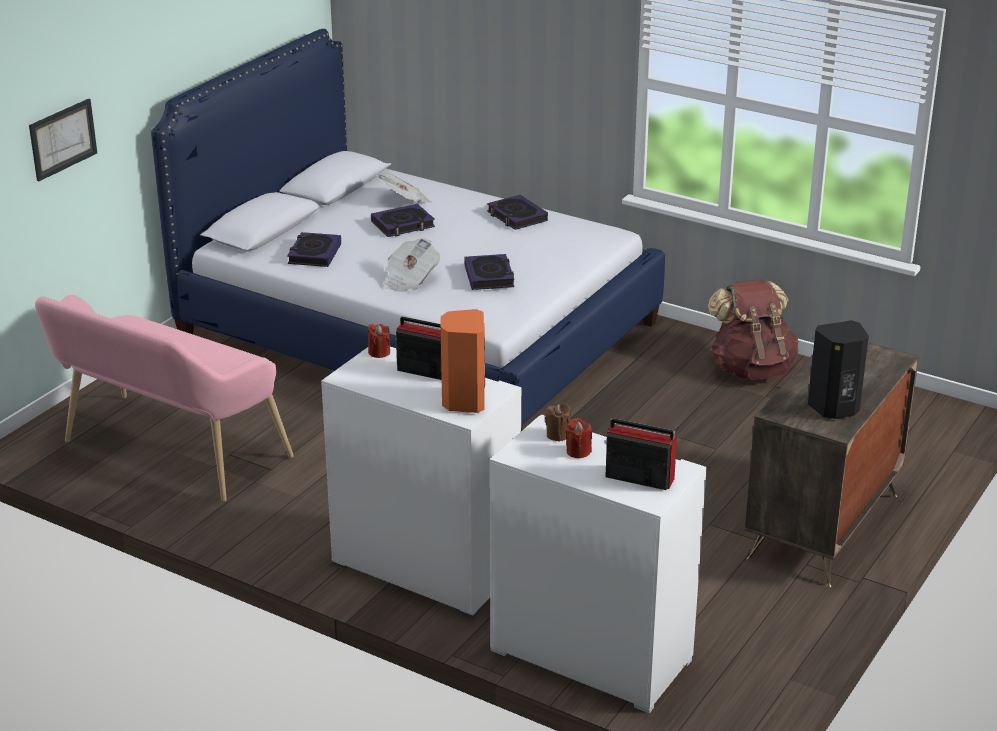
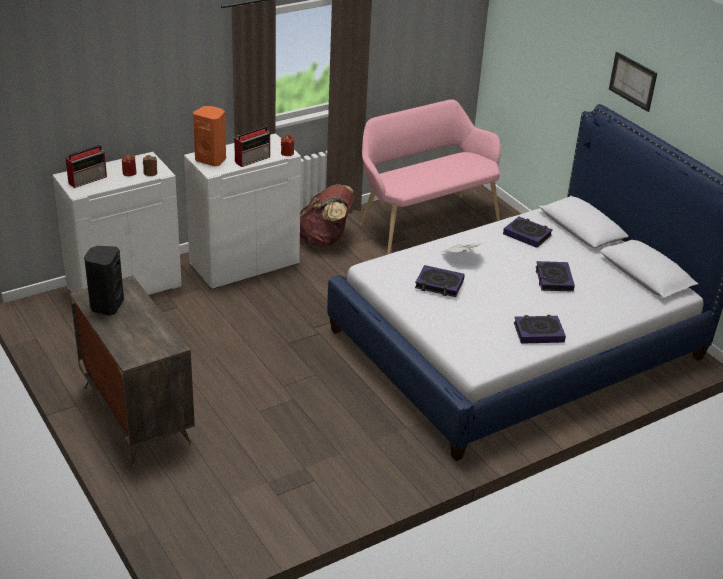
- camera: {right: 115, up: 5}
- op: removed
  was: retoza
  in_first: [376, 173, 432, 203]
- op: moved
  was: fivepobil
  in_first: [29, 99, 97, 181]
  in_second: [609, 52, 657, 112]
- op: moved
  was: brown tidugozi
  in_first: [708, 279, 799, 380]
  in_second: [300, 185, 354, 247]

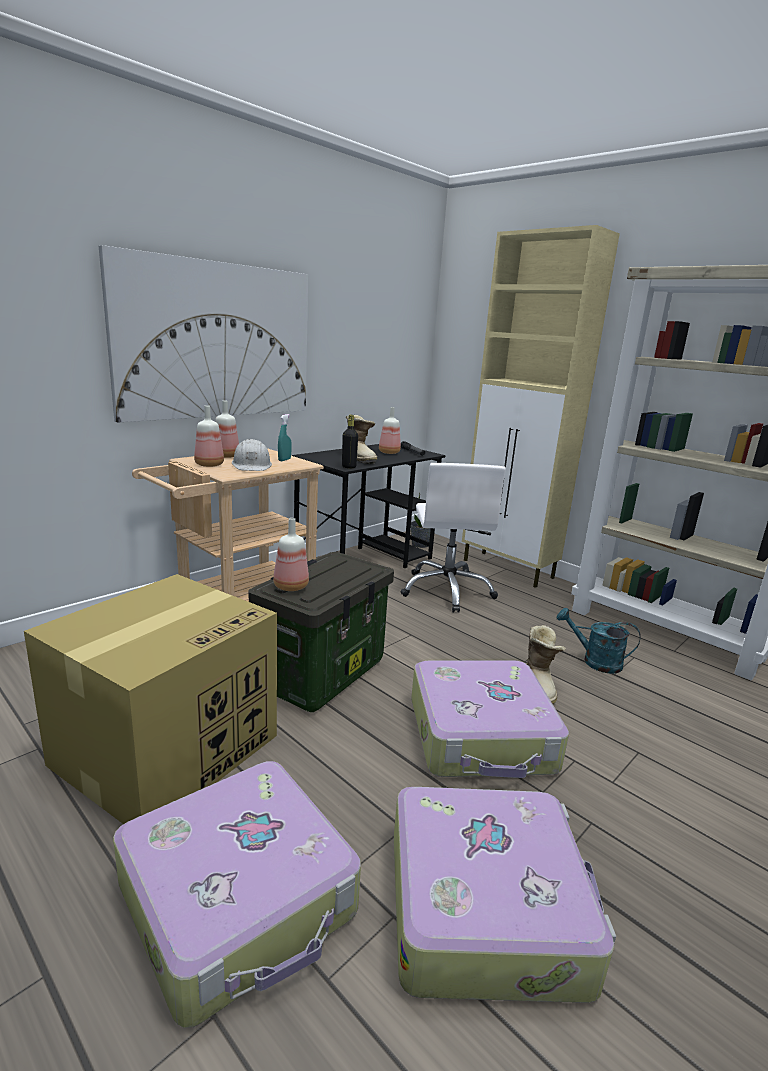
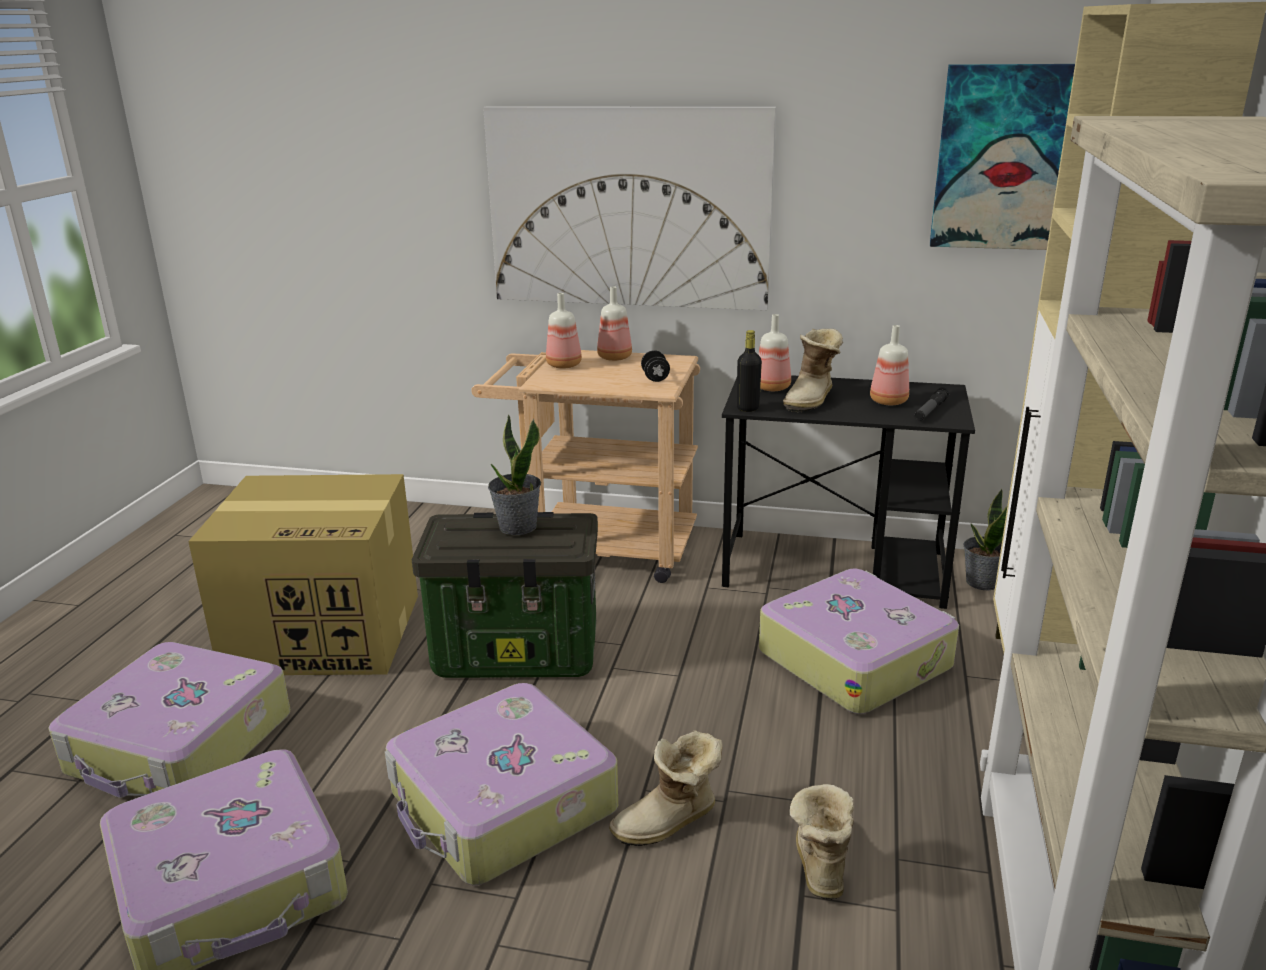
- camera: {right: 60, up: 5}
- op: removed
  was: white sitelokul
  in_first: [232, 439, 272, 471]
- op: added
  now: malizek
  in_second: [488, 414, 541, 535]
- op: added
  now: fivepobil
  in_second: [930, 64, 1075, 250]
- op: moved
  was: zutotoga
  in_first: [273, 518, 309, 591]
  in_second: [758, 314, 791, 391]
- op: replaced
  was: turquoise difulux
  now: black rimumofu
  in_first: [278, 414, 292, 461]
  in_second: [641, 350, 670, 382]
- op: replaced
  was: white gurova
  now: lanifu
  in_first: [401, 463, 506, 613]
  in_second: [759, 569, 959, 714]
- op: replaced
  was: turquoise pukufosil
  now: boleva
  in_first: [557, 608, 640, 674]
  in_second: [790, 784, 854, 900]

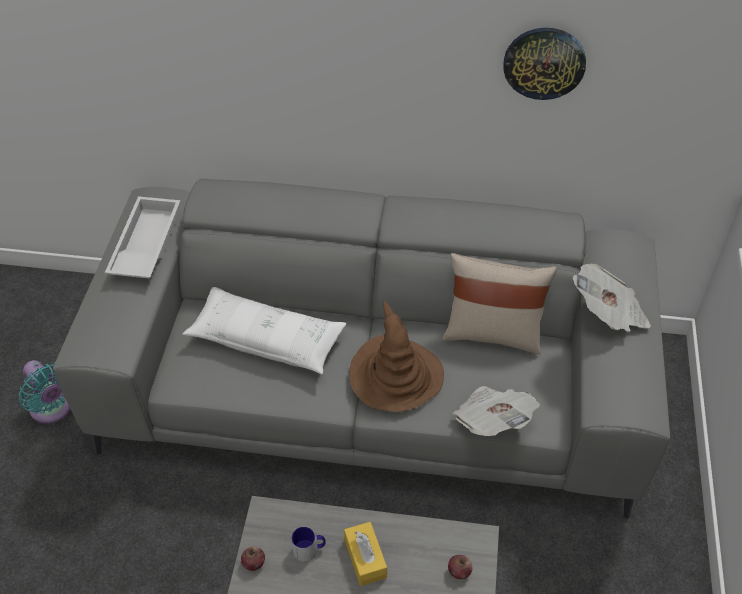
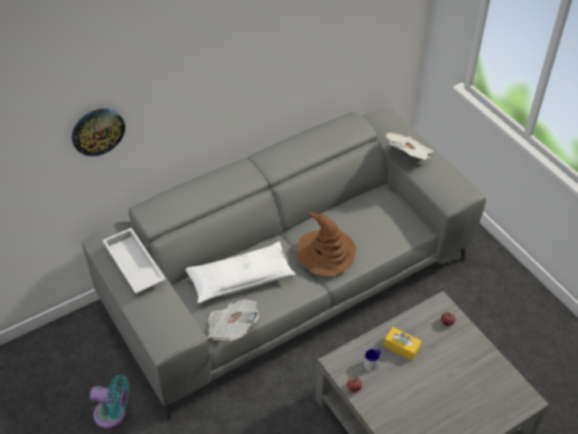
- camera: {right: -40, up: 0}
- op: removed
  was: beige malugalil
  in_first: [442, 253, 557, 355]
- op: moved
  was: retoza
  in_first: [452, 386, 540, 436]
  in_second: [207, 299, 259, 341]
- op: moved
  was: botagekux
  in_first: [504, 28, 586, 100]
  in_second: [72, 109, 125, 156]

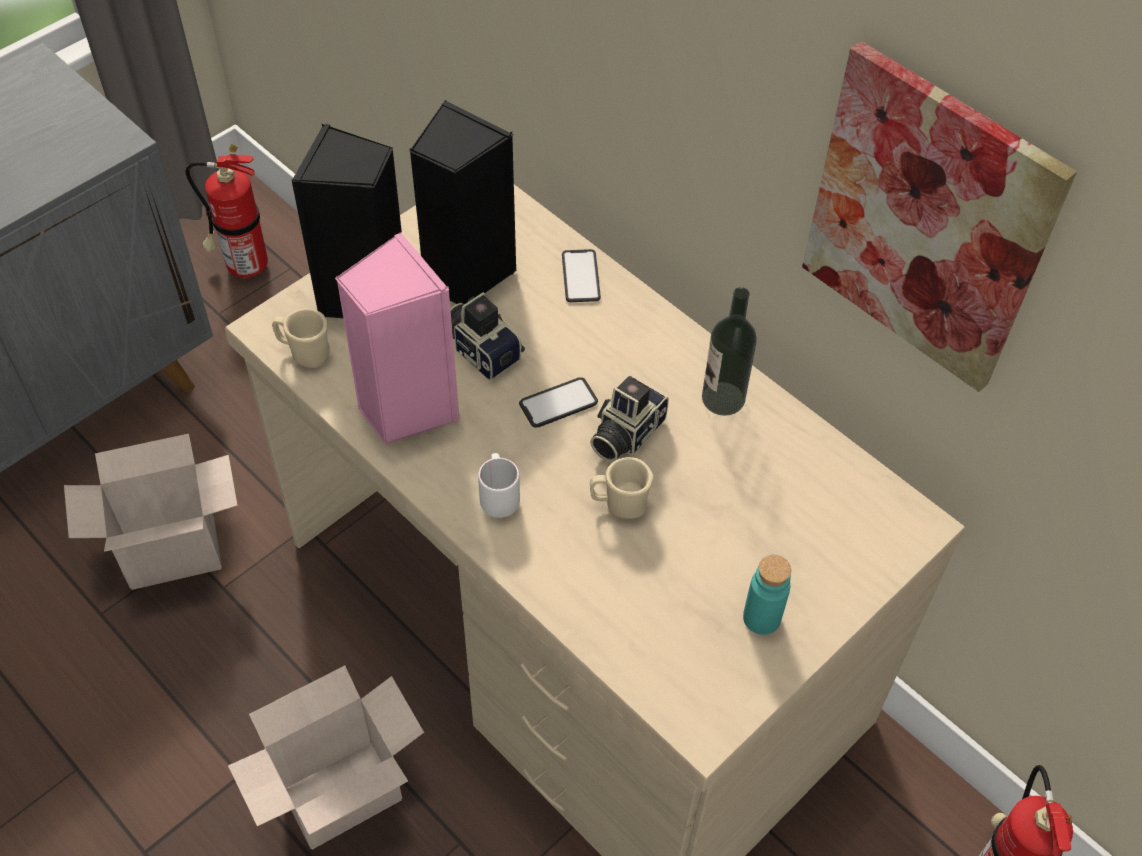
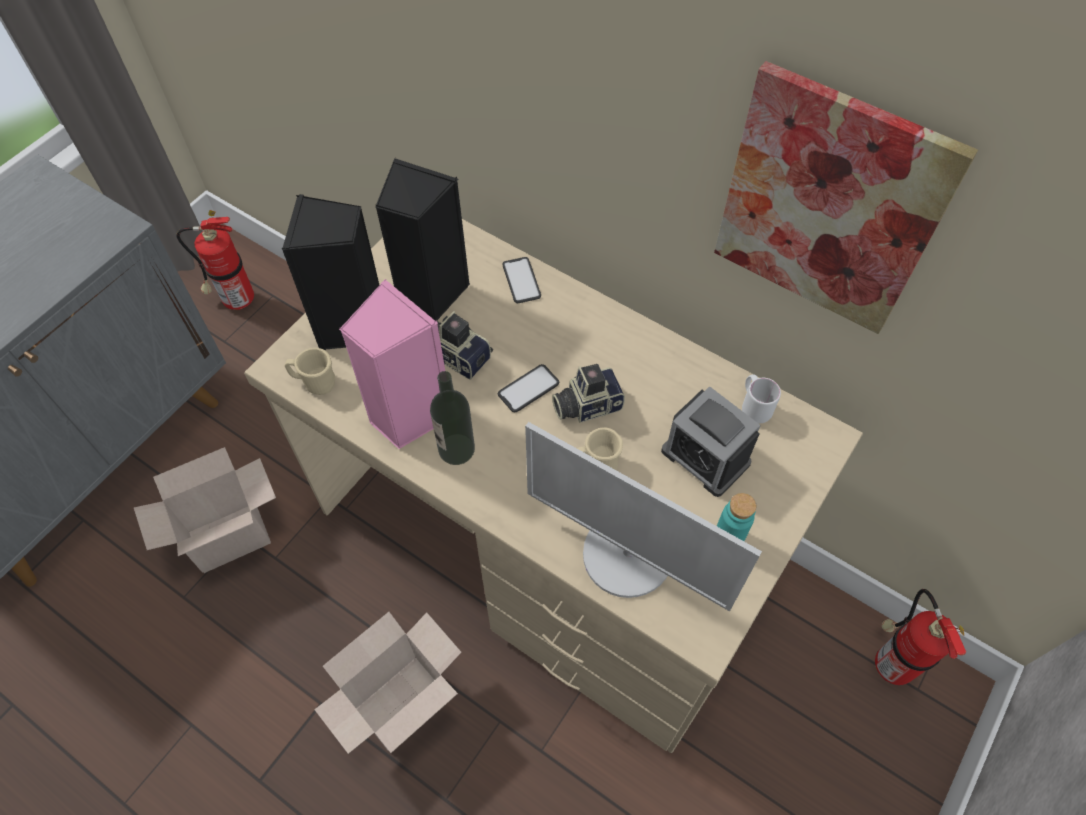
- camera: {right: -10, up: 5}
- op: added
  now: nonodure
  in_second: [525, 422, 762, 612]
- op: added
  now: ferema
  in_second: [661, 386, 761, 497]
- op: moved
  was: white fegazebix
  in_first: [478, 453, 520, 518]
  in_second: [742, 374, 781, 424]
- op: moved
  was: zutotoga
  in_first: [702, 287, 757, 416]
  in_second: [430, 371, 475, 465]
- op: turned
  was: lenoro
  in_first: [590, 376, 669, 462]
  in_second: [552, 364, 625, 423]
  clockwise: 45

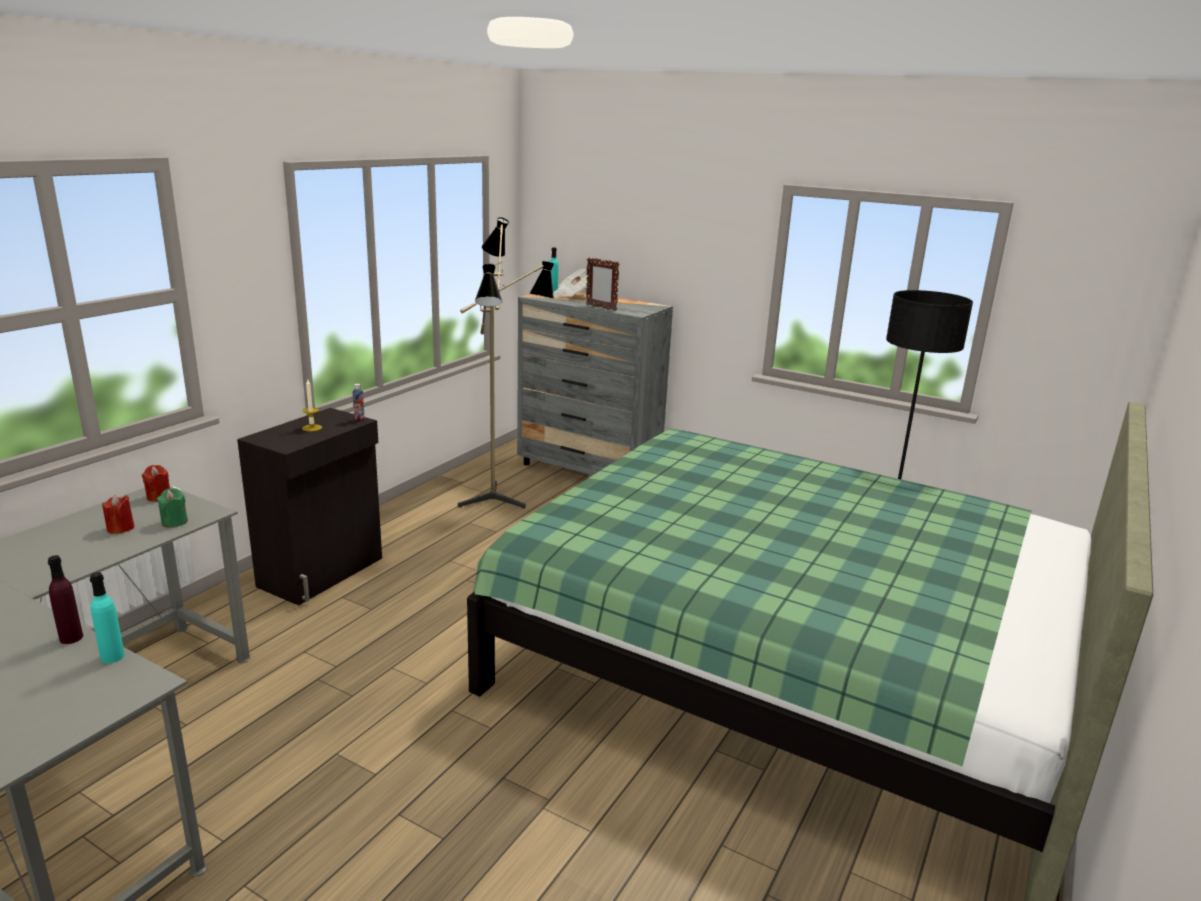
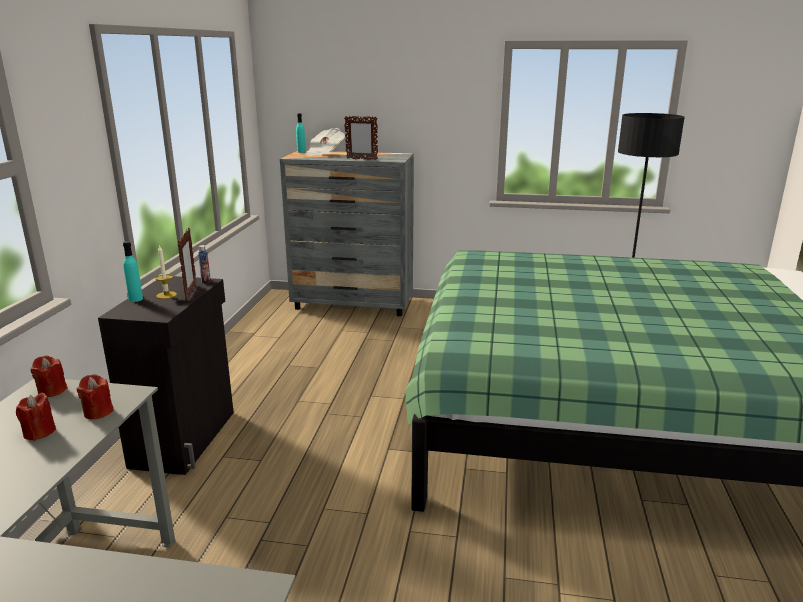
- camera: {right: -20, up: 0}
- op: removed
  was: purple zutotoga
  in_first: [48, 555, 83, 644]
- op: removed
  was: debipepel
  in_first: [458, 217, 554, 509]
- op: added
  now: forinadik
  in_second: [178, 228, 197, 301]
- op: moved
  was: turquoise zutotoga
  in_first: [90, 572, 125, 663]
  in_second: [123, 241, 143, 302]
- op: recoloured
  was: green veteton
  now: red veteton
  in_first: [157, 488, 188, 528]
  in_second: [77, 374, 114, 419]

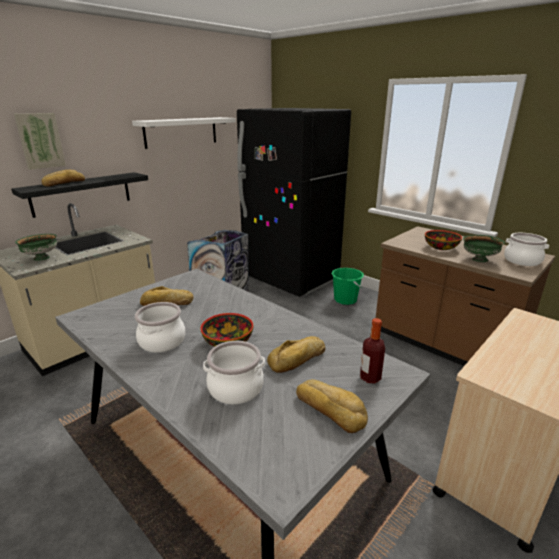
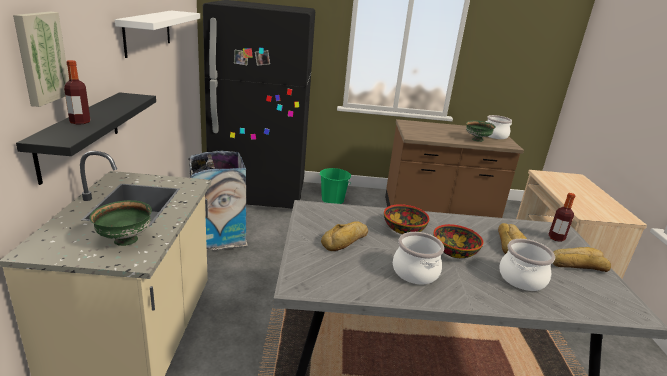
- camera: {right: -45, up: 0}
- op: moved
  was: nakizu
  in_first: [425, 230, 462, 250]
  in_second: [384, 204, 430, 234]
- op: replaced
  was: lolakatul
  now: zutotoga
  in_first: [42, 170, 85, 187]
  in_second: [64, 60, 90, 125]

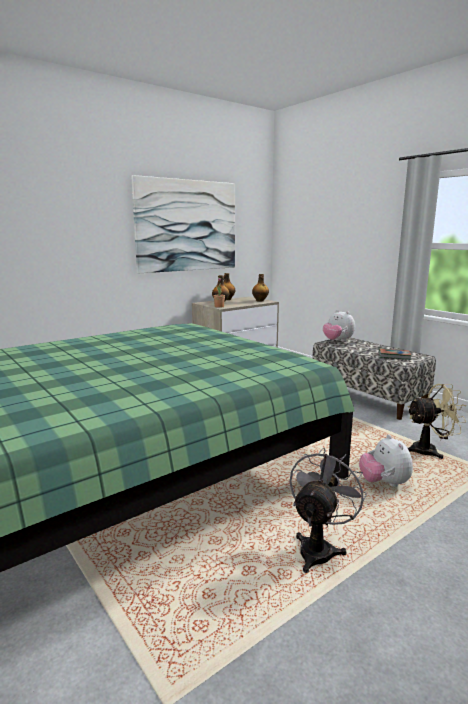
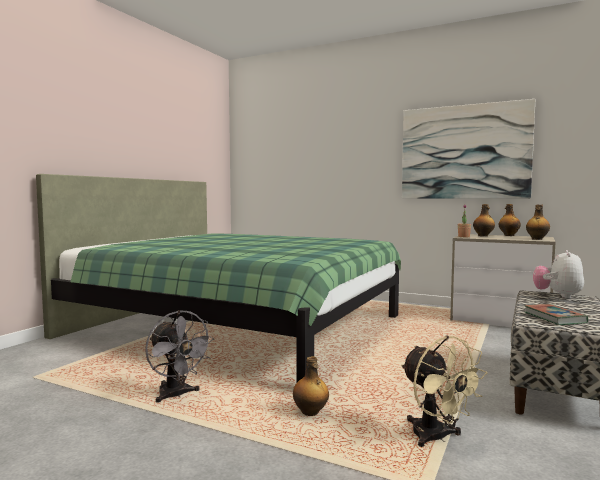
- camera: {right: 65, up: -10}
- op: replaced
  was: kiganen
  now: zutotoga
  in_first: [359, 435, 413, 487]
  in_second: [293, 356, 329, 416]
- op: turned
  was: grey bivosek
  in_first: [289, 447, 367, 573]
  in_second: [145, 310, 215, 403]
  clockwise: 45

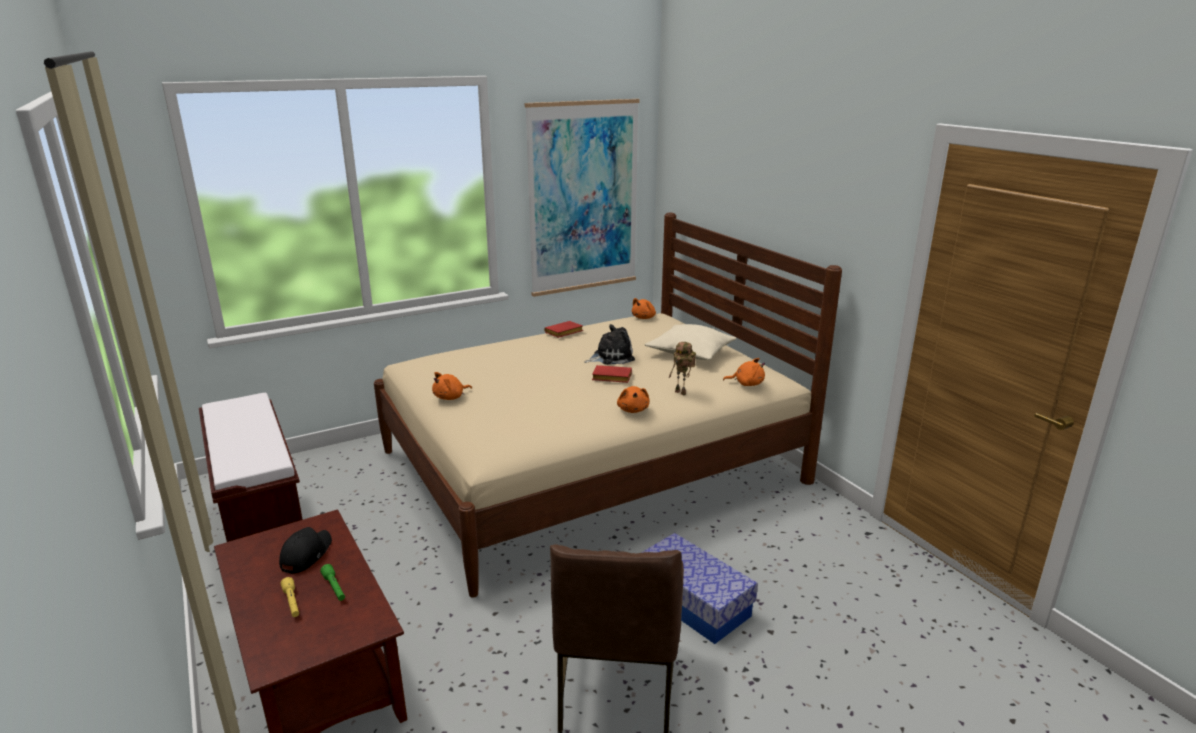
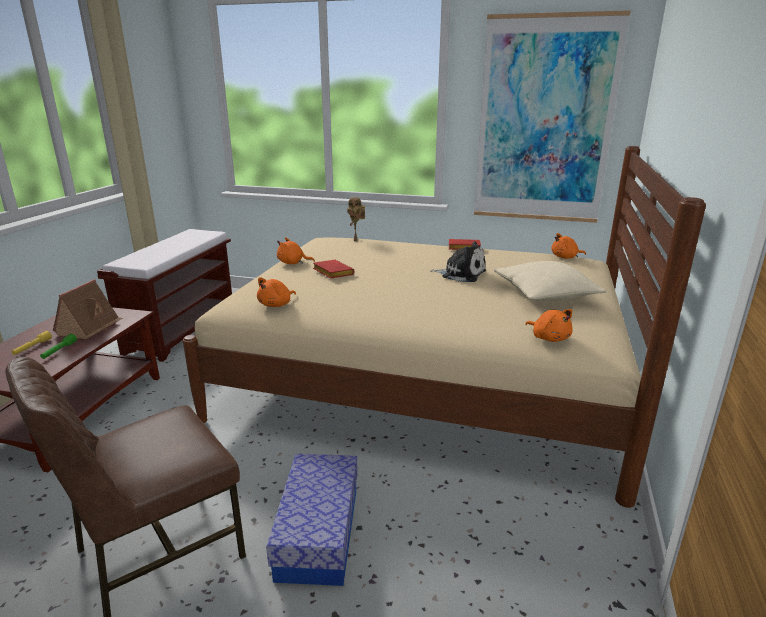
- camera: {right: 45, up: 0}
- op: moved
  was: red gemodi
  in_first: [592, 365, 632, 383]
  in_second: [313, 260, 354, 279]
- op: moved
  was: orange kiganen
  in_first: [617, 386, 650, 413]
  in_second: [257, 277, 296, 307]
- op: moved
  was: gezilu
  in_first: [669, 342, 696, 396]
  in_second: [347, 197, 365, 241]
- op: replaced
  was: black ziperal
  now: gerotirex
  in_first: [279, 527, 332, 574]
  in_second: [53, 279, 122, 339]

